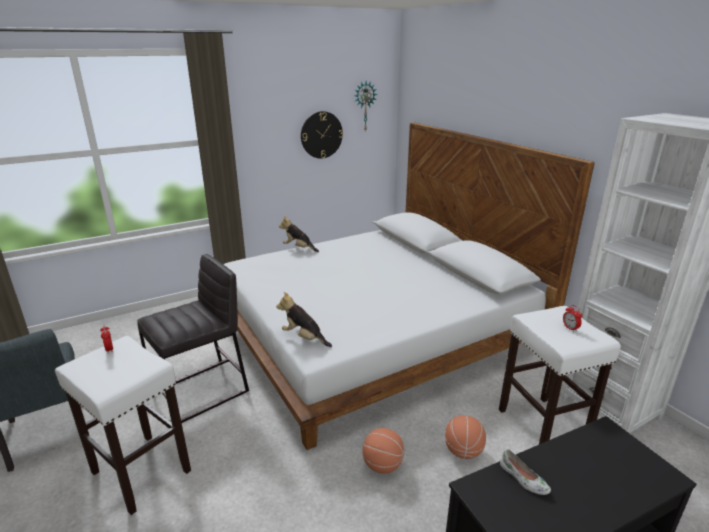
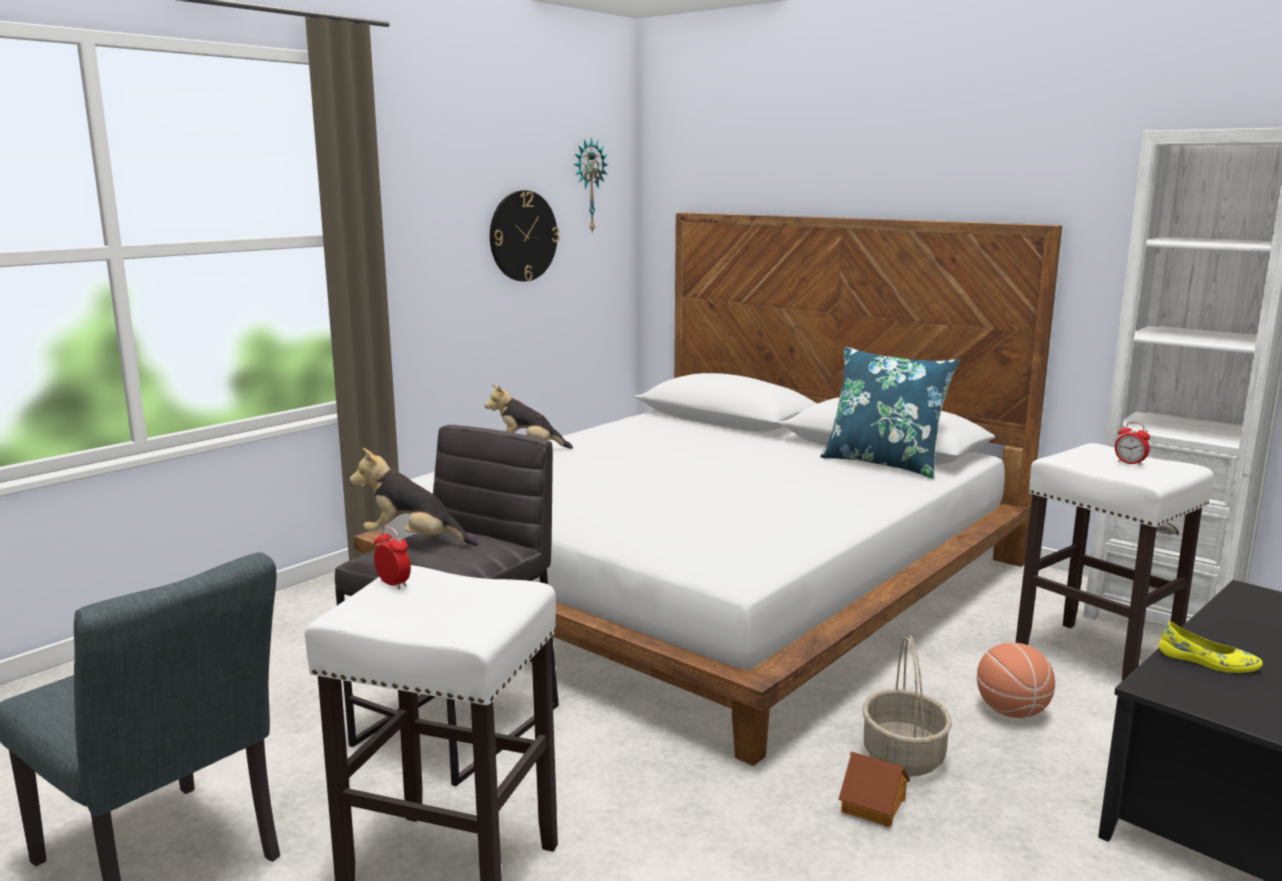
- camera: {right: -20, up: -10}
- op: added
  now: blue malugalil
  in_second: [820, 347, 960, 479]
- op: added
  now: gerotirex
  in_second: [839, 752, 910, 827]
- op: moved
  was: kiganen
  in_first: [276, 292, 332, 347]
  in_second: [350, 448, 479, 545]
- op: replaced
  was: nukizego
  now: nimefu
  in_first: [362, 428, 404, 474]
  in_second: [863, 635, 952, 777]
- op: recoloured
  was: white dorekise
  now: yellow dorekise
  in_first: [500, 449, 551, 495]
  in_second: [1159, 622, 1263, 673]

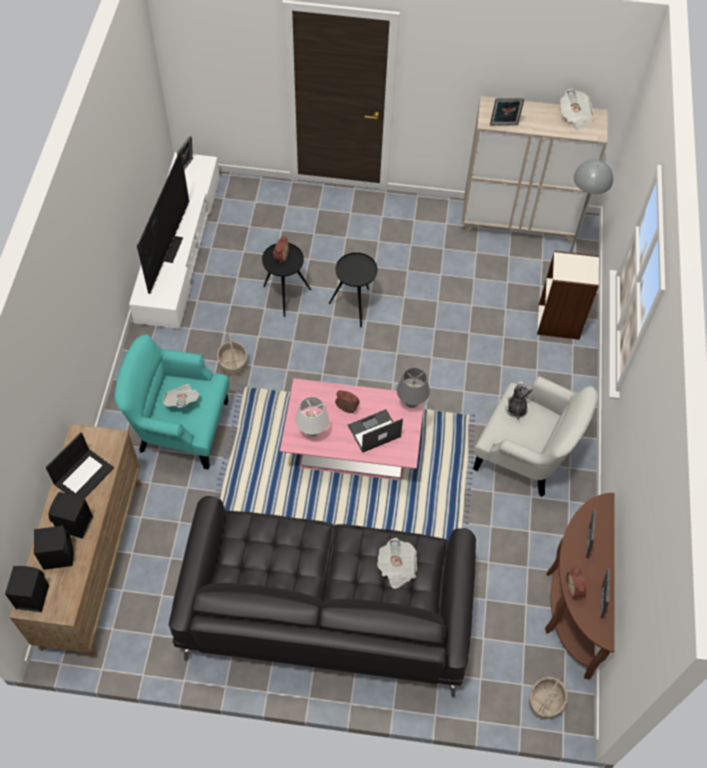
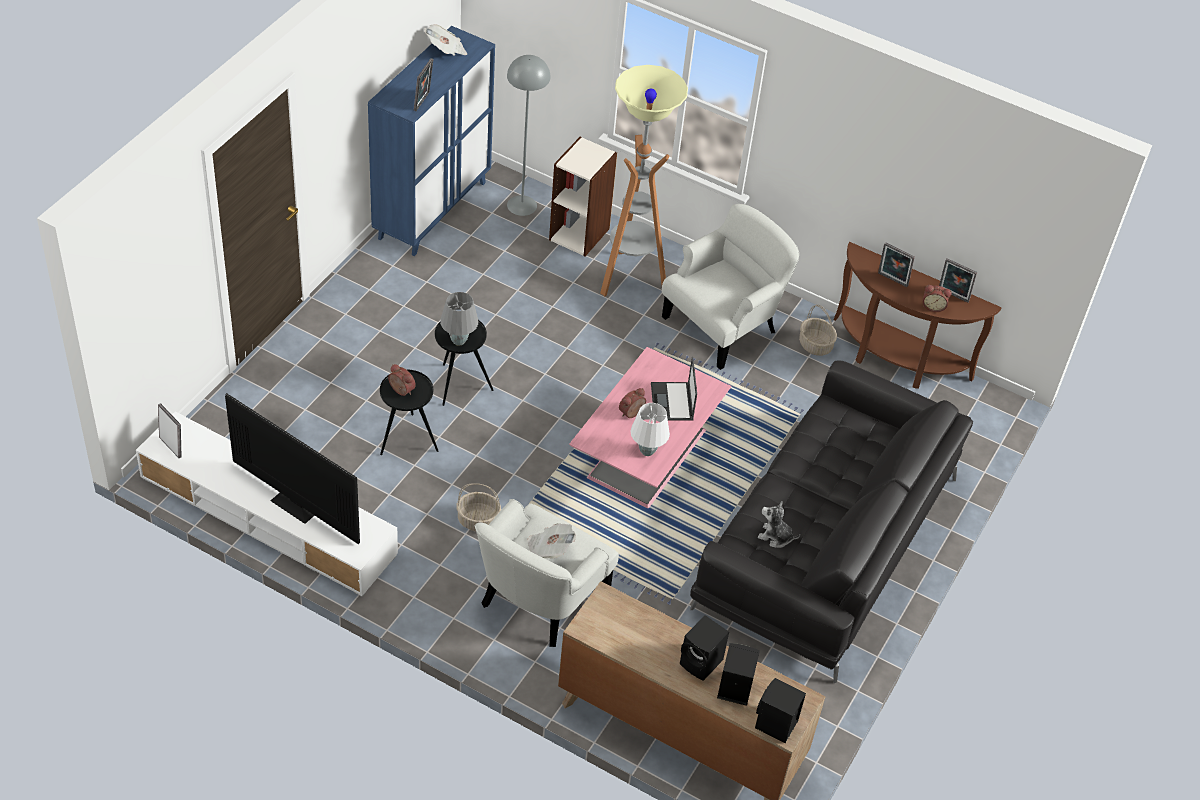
- camera: {right: -70, up: -10}
- op: removed
  was: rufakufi
  in_first: [45, 433, 114, 499]
- op: removed
  was: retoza
  in_first: [377, 538, 417, 589]
- op: added
  now: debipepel
  in_second: [600, 65, 688, 296]
- op: moved
  was: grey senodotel
  in_first: [397, 368, 430, 408]
  in_second: [440, 292, 478, 346]
- op: moved
  was: kiganen
  in_first: [505, 381, 533, 419]
  in_second: [758, 501, 800, 548]
- op: moved
  was: nimefu
  in_first: [529, 677, 568, 719]
  in_second: [799, 305, 837, 356]
- op: recoloured
  was: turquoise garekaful
  now: white garekaful
  in_first: [114, 334, 229, 470]
  in_second: [475, 499, 619, 647]
- op: recoloured
  was: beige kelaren
  now: blue kelaren
  in_first: [462, 96, 608, 244]
  in_second: [368, 26, 495, 256]

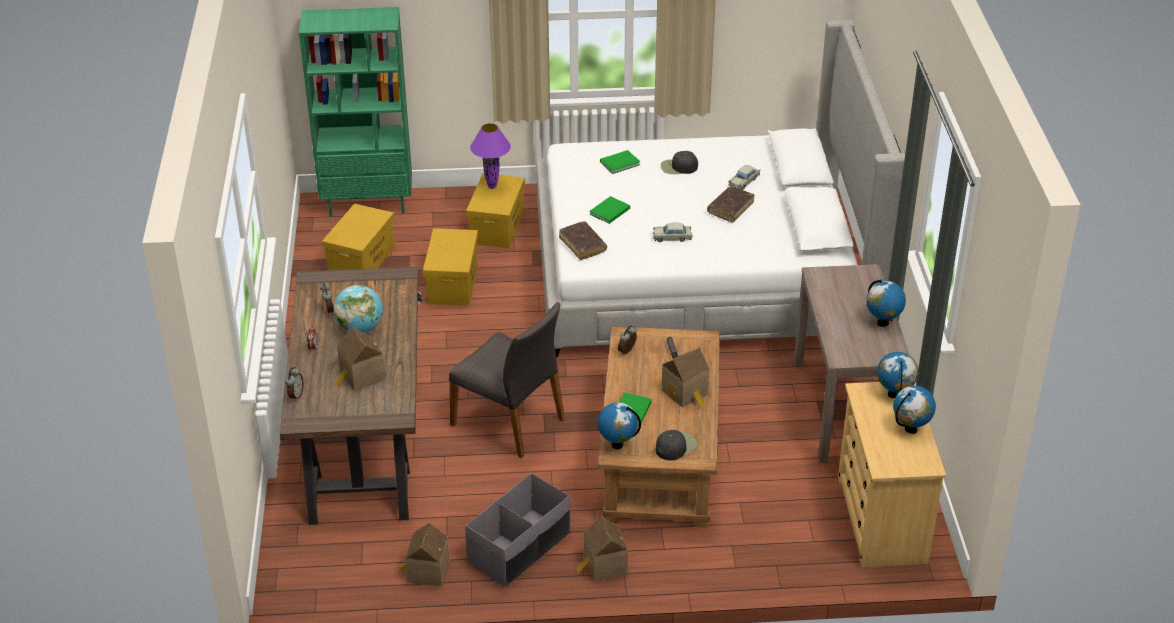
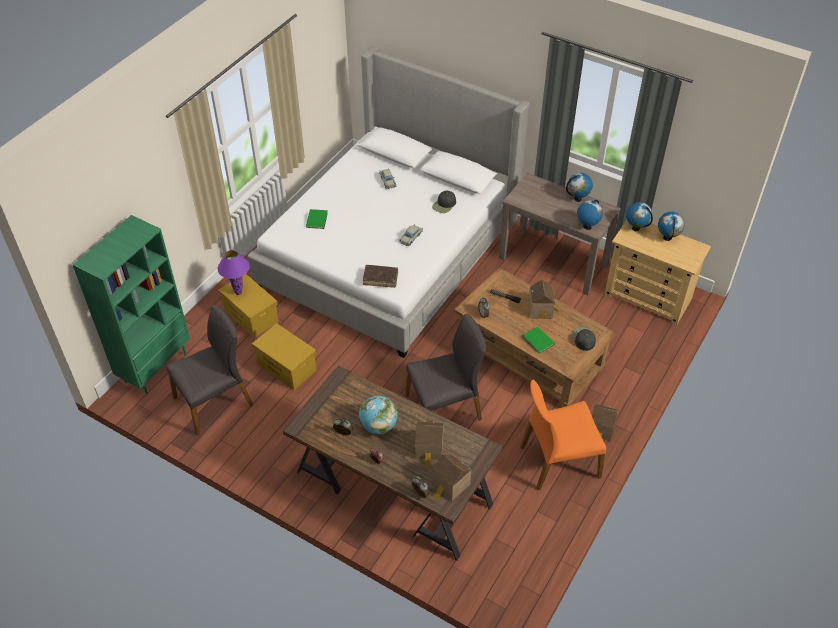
- camera: {right: -55, up: 10}
- op: removed
  was: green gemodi
  in_first: [589, 196, 630, 224]
- op: removed
  was: brown gemodi
  in_first: [707, 187, 755, 223]
- op: moved
  was: gerotirex
  in_first: [399, 523, 449, 587]
  in_second: [432, 454, 471, 501]
- op: moved
  was: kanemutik
  in_first: [598, 402, 641, 449]
  in_second: [577, 200, 603, 230]
- op: moved
  was: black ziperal
  in_first: [661, 151, 698, 174]
  in_second: [432, 190, 456, 213]
- op: replaced
  was: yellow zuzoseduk
  now: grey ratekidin
  in_first: [322, 204, 395, 270]
  in_second: [166, 305, 253, 436]
- op: replaced
  was: grey zuzoseduk
  now: orange ratekidin
  in_first: [465, 473, 571, 587]
  in_second: [520, 379, 606, 490]

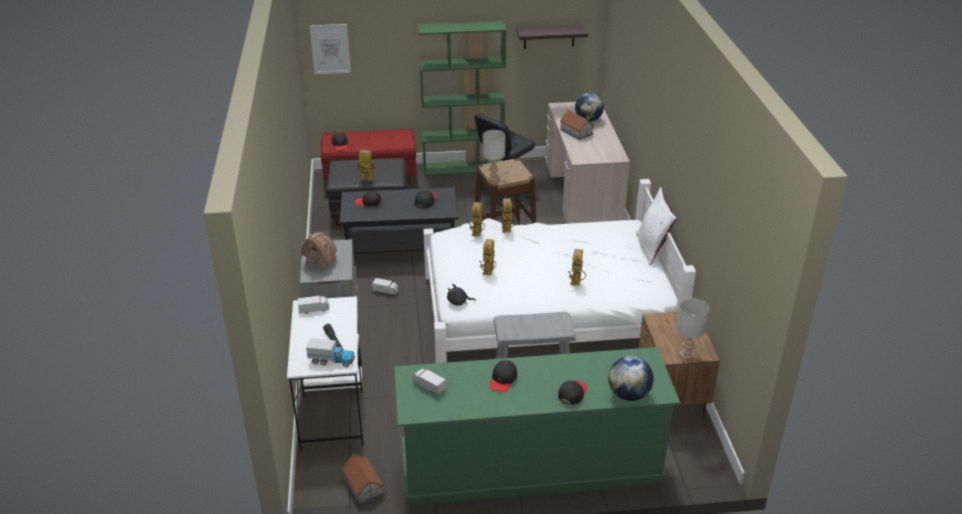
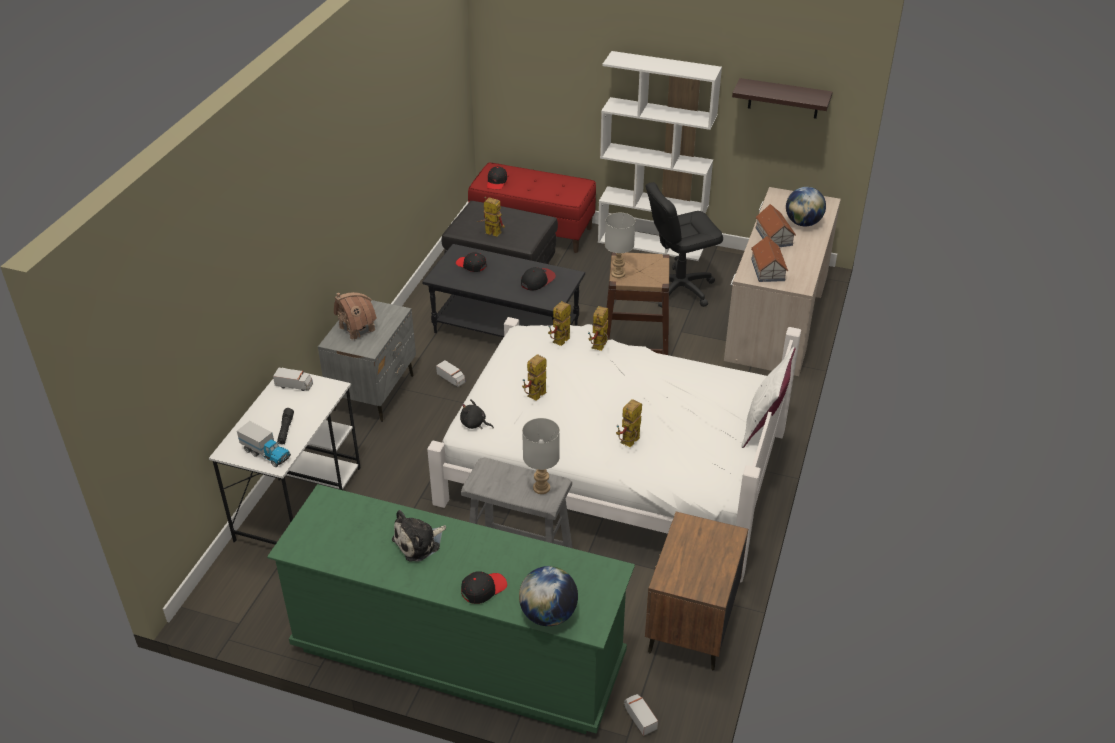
- camera: {right: 25, up: 5}
- op: removed
  was: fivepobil
  in_first: [309, 24, 351, 74]
- op: moved
  was: gerotirex
  in_first: [341, 454, 384, 505]
  in_second: [751, 236, 788, 282]
- op: moved
  was: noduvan
  in_first: [413, 369, 446, 395]
  in_second: [624, 694, 658, 736]
- op: moved
  was: grey senodotel
  in_first: [677, 298, 709, 360]
  in_second: [522, 418, 560, 494]
- op: replaced
  was: black ziperal
  now: kiganen
  in_first: [489, 360, 517, 392]
  in_second: [392, 510, 446, 562]
- op: recoloured
  was: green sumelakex
  now: white sumelakex
  in_first: [418, 21, 506, 176]
  in_second: [598, 51, 722, 261]

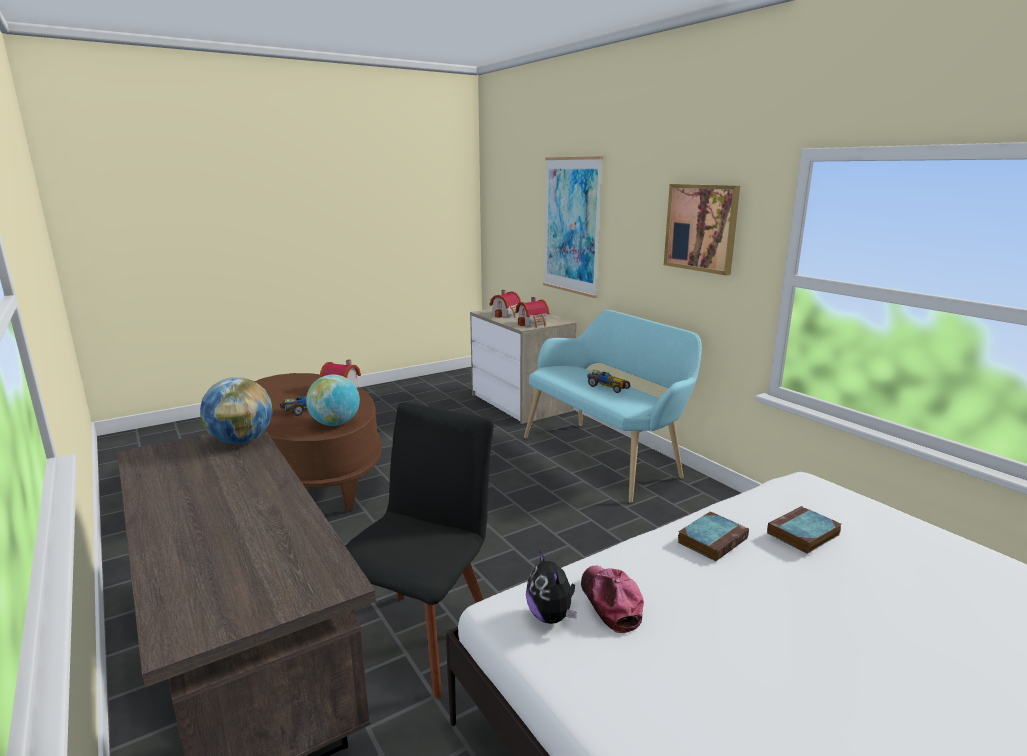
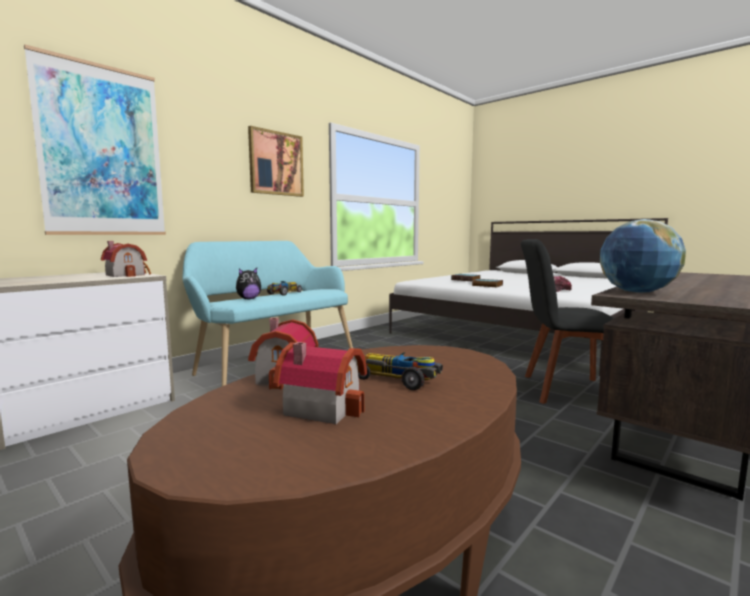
- camera: {right: -105, up: -10}
- op: removed
  was: kanemutik
  in_first: [306, 375, 360, 426]
- op: moved
  was: gerotirex
  in_first: [489, 290, 521, 318]
  in_second: [273, 342, 367, 424]
- op: moved
  was: kiganen
  in_first: [526, 550, 577, 624]
  in_second: [236, 268, 261, 299]

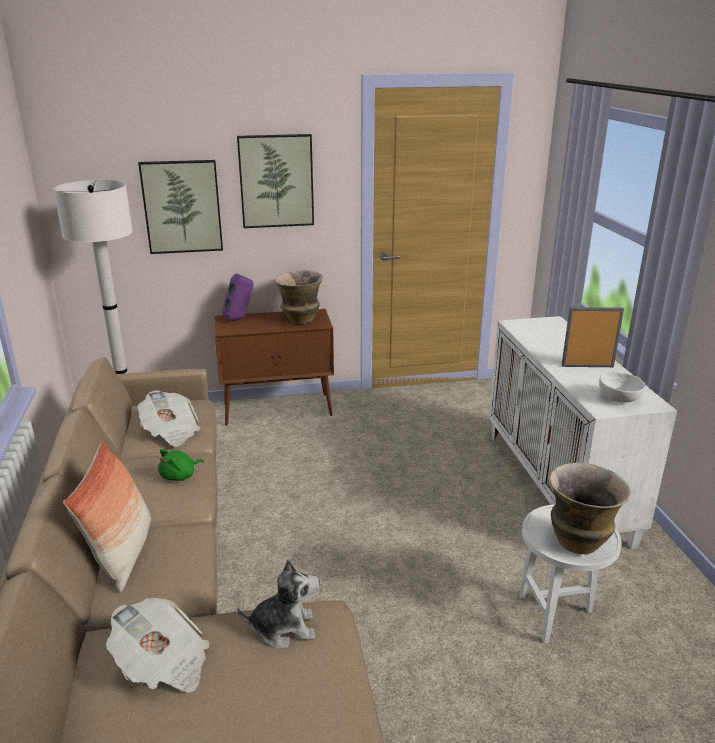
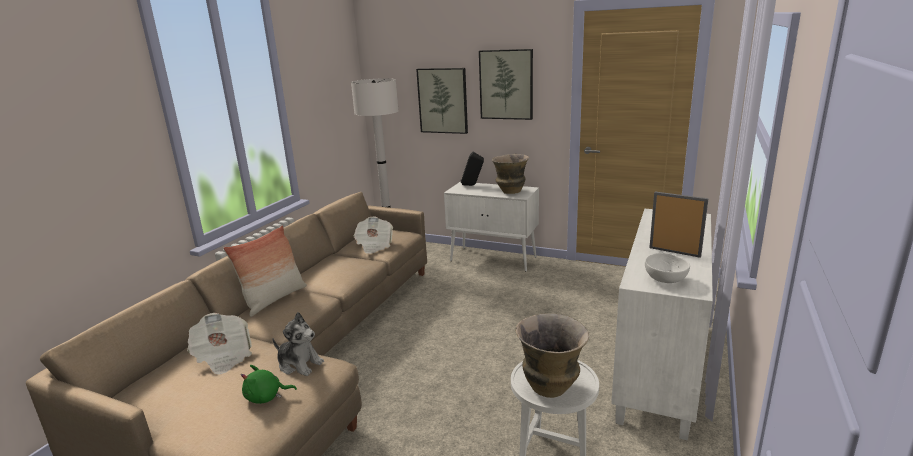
- camera: {right: 35, up: -5}
- op: moved
  was: green kiganen
  in_first: [158, 449, 204, 481]
  in_second: [241, 365, 297, 404]
- op: recoloured
  was: brown kelaren
  now: white kelaren
  in_first: [215, 309, 334, 426]
  in_second: [444, 182, 539, 271]
- op: recoloured
  was: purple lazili
  now: black lazili
  in_first: [222, 273, 253, 321]
  in_second: [461, 152, 484, 186]

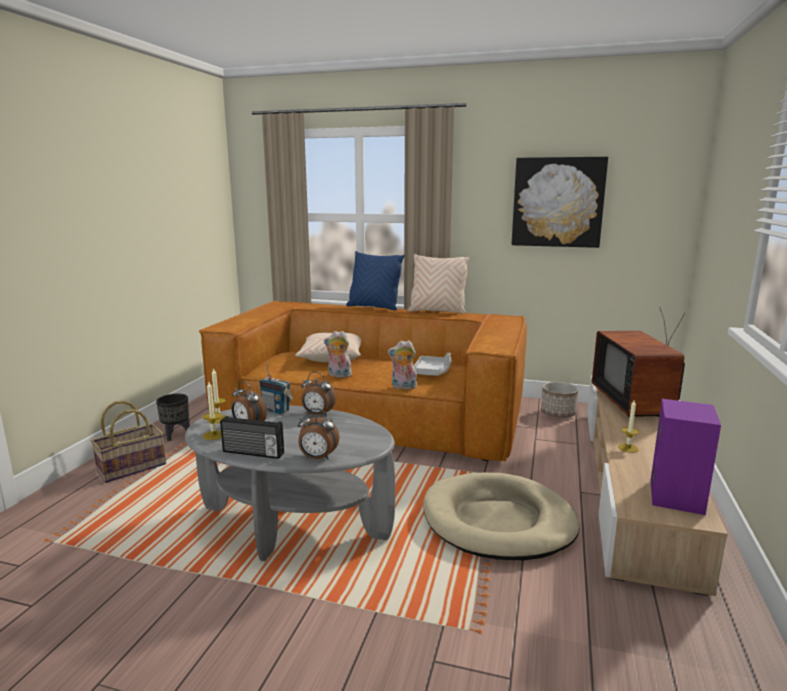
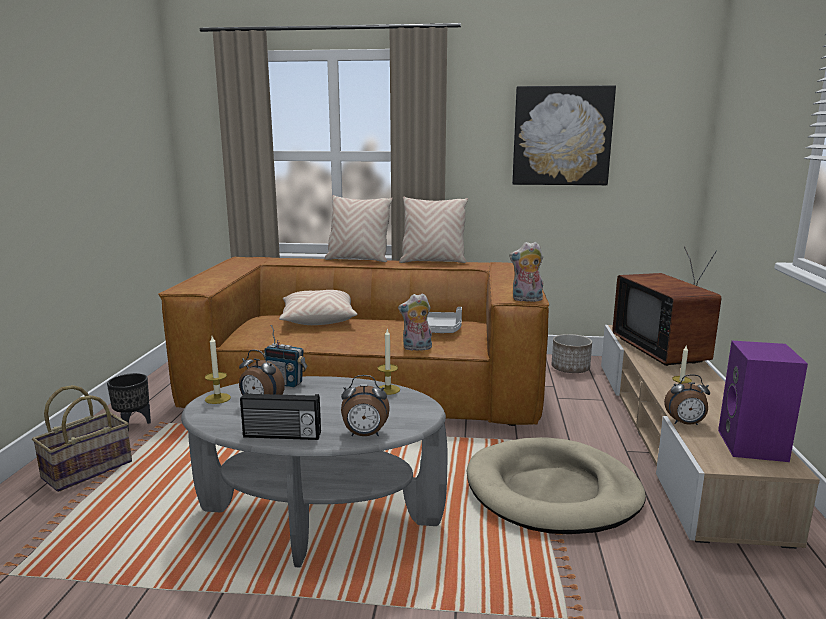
- camera: {right: -10, up: 0}
- op: moved
  was: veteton
  in_first: [203, 382, 222, 440]
  in_second: [378, 328, 400, 395]
- op: moved
  was: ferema
  in_first: [301, 372, 337, 416]
  in_second: [664, 374, 710, 425]
- op: moved
  was: kiganen
  in_first: [324, 331, 352, 378]
  in_second: [509, 242, 543, 302]
- op: recoloured
  was: blue malugalil
  now: beige malugalil
  in_first: [346, 251, 405, 311]
  in_second: [325, 195, 393, 262]

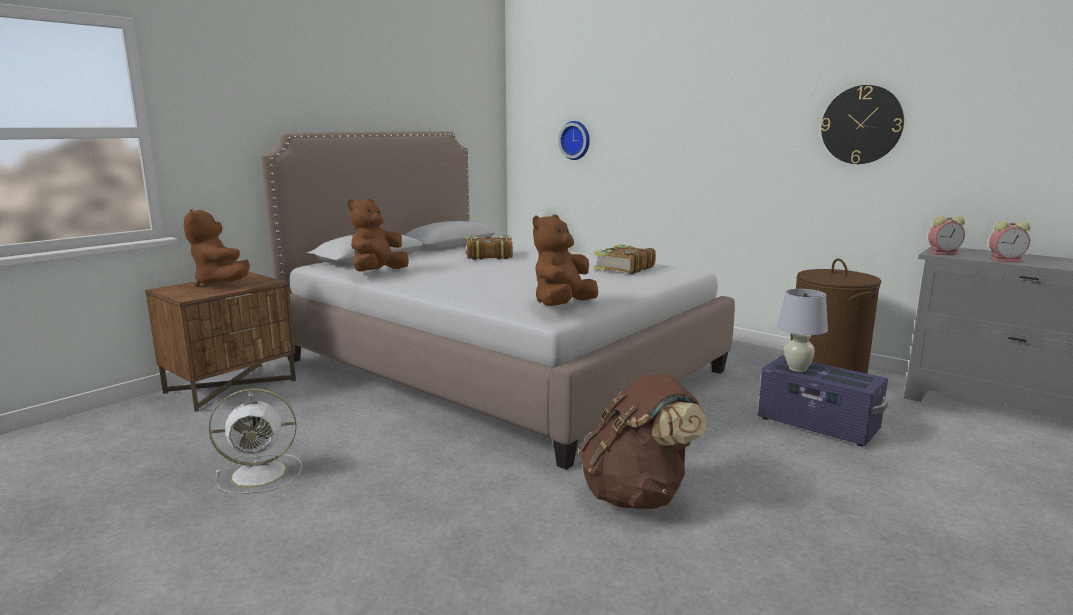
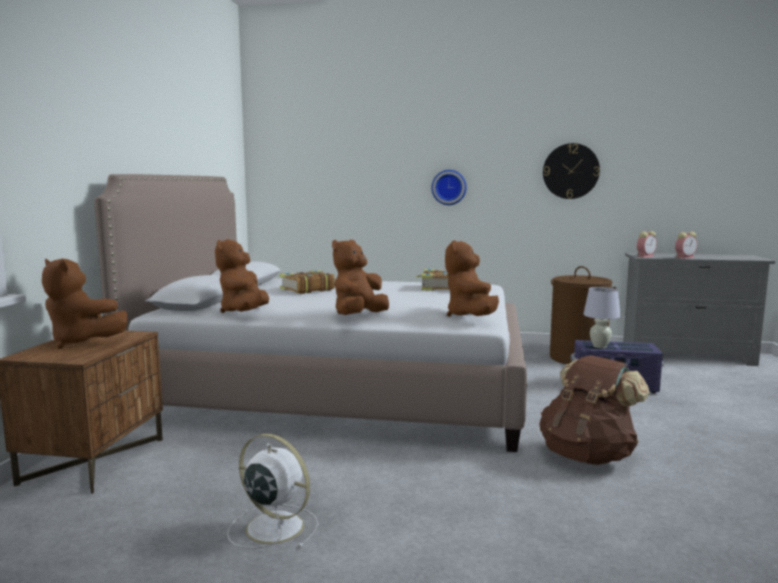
- camera: {right: -30, up: -5}
- op: added
  now: brown kiganen
  in_second: [332, 240, 389, 315]
- op: moved
  was: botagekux
  in_first: [558, 121, 590, 160]
  in_second: [431, 170, 467, 205]
- op: turned
  was: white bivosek
  in_first: [209, 388, 302, 494]
  in_second: [227, 434, 319, 549]
  clockwise: -105

